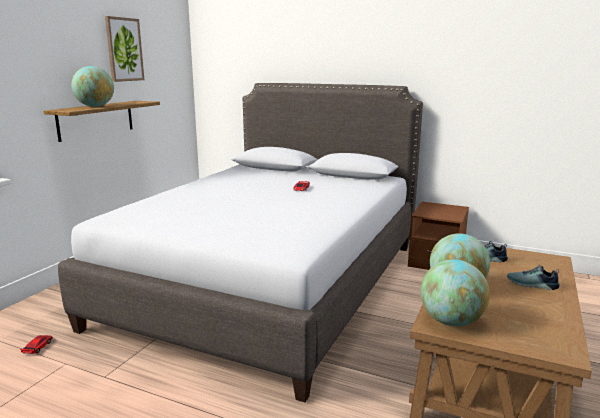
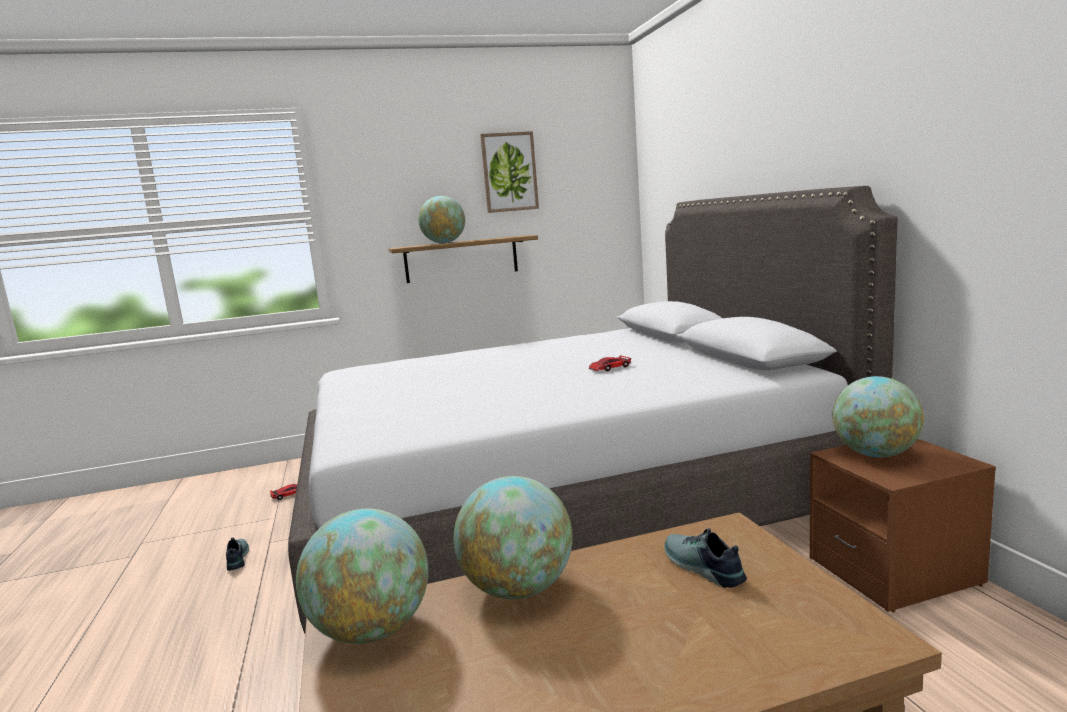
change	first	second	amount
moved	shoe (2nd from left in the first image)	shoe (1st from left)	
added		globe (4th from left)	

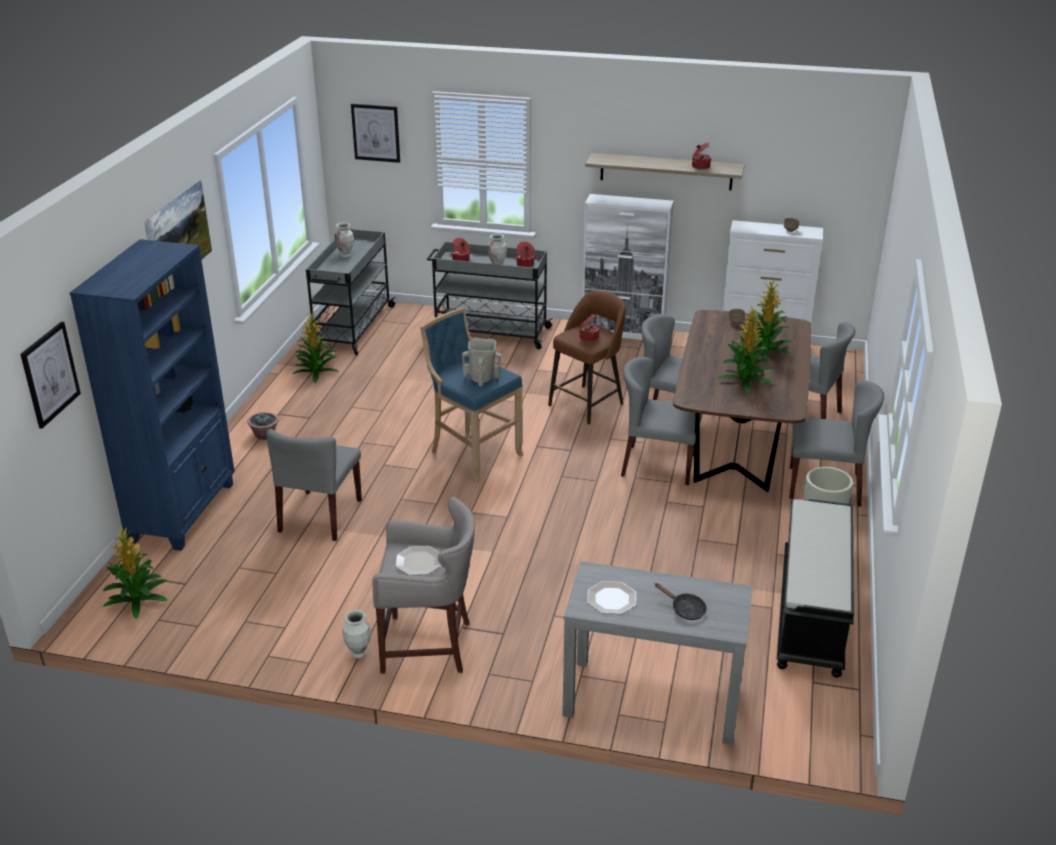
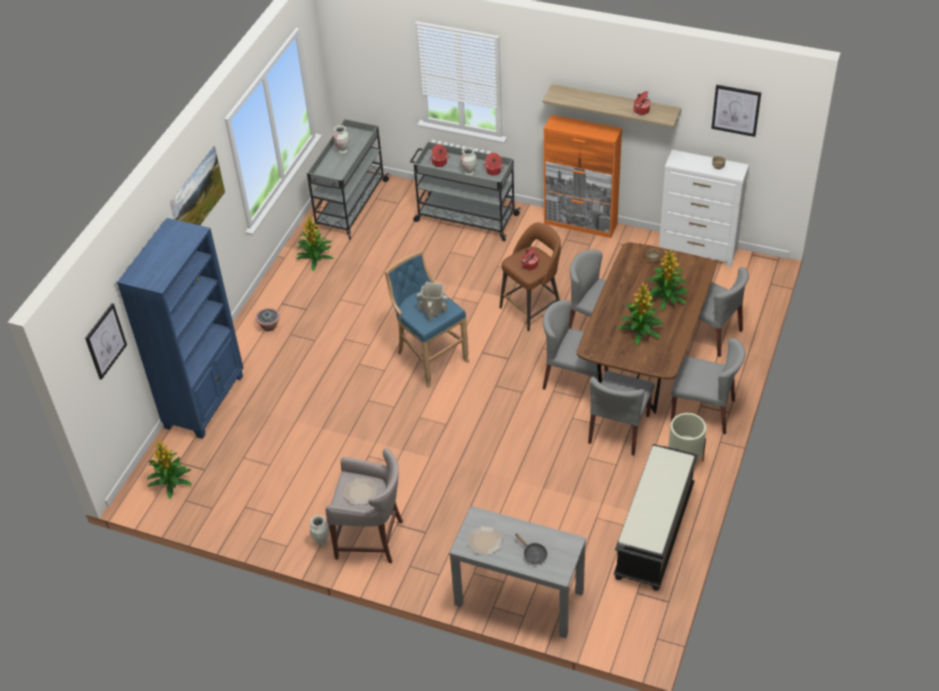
change	first	second	amount
moved	chair/grey (1st from left in the first image)	chair/grey (3rd from left)	
moved	picture (3rd from left)		
recoloured	cabinet/white	cabinet/orange	

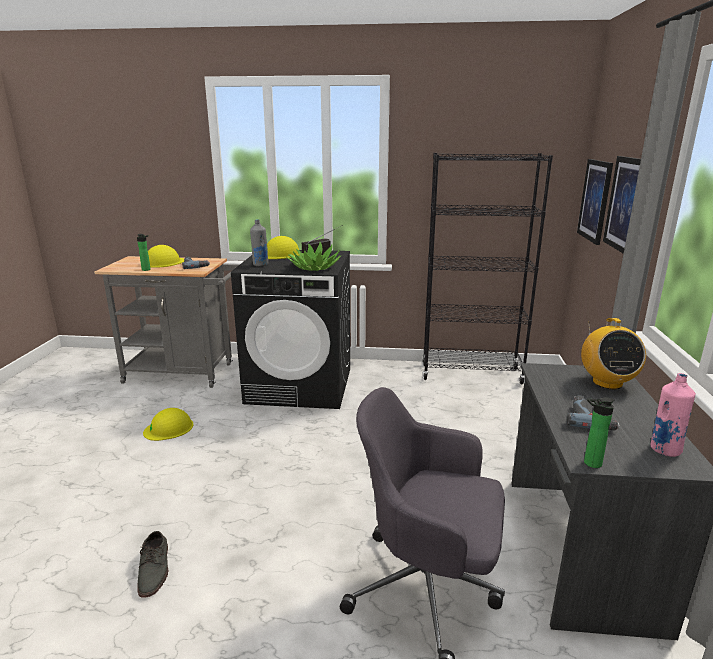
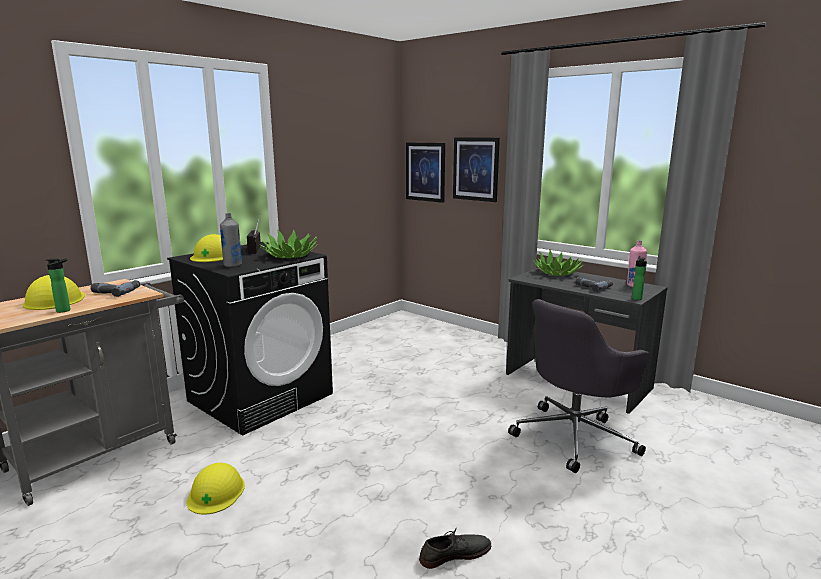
change	first	second	amount
turned	shoe/grey		45 degrees counterclockwise
removed	bookcase/black		
replaced	radio (2nd from left)	potted plant (2nd from left)	

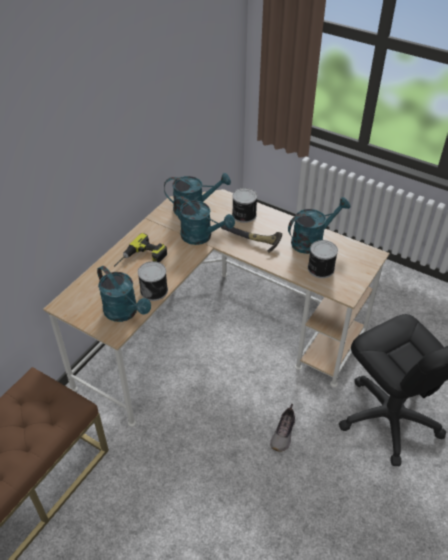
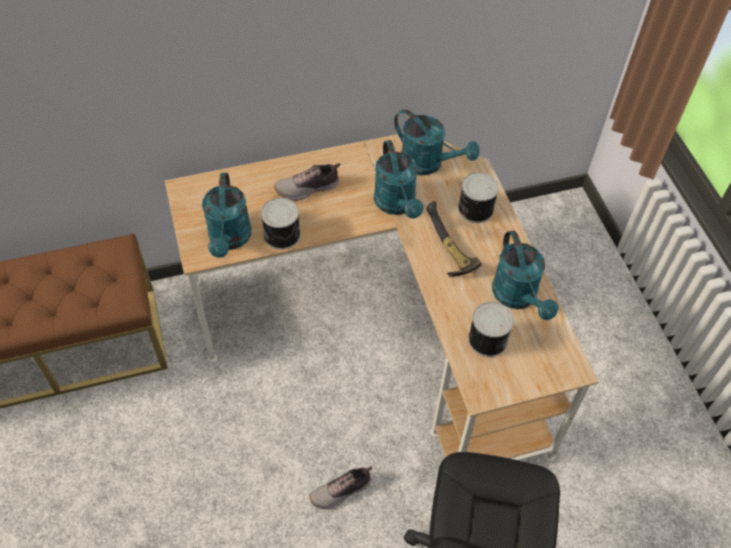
change	first	second	amount
replaced	power drill	shoe (1st from left)	
turned	watering can/turquoise (4th from left)		60 degrees clockwise

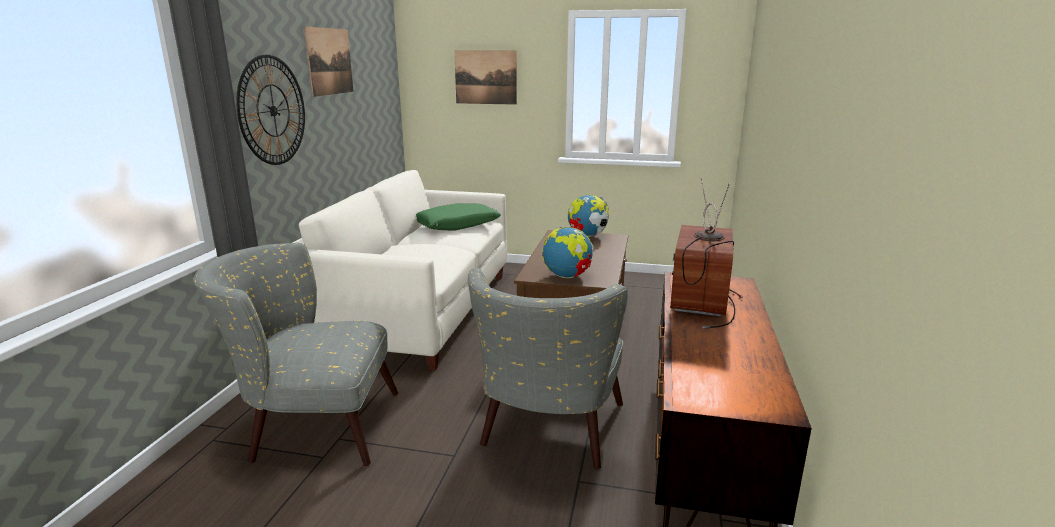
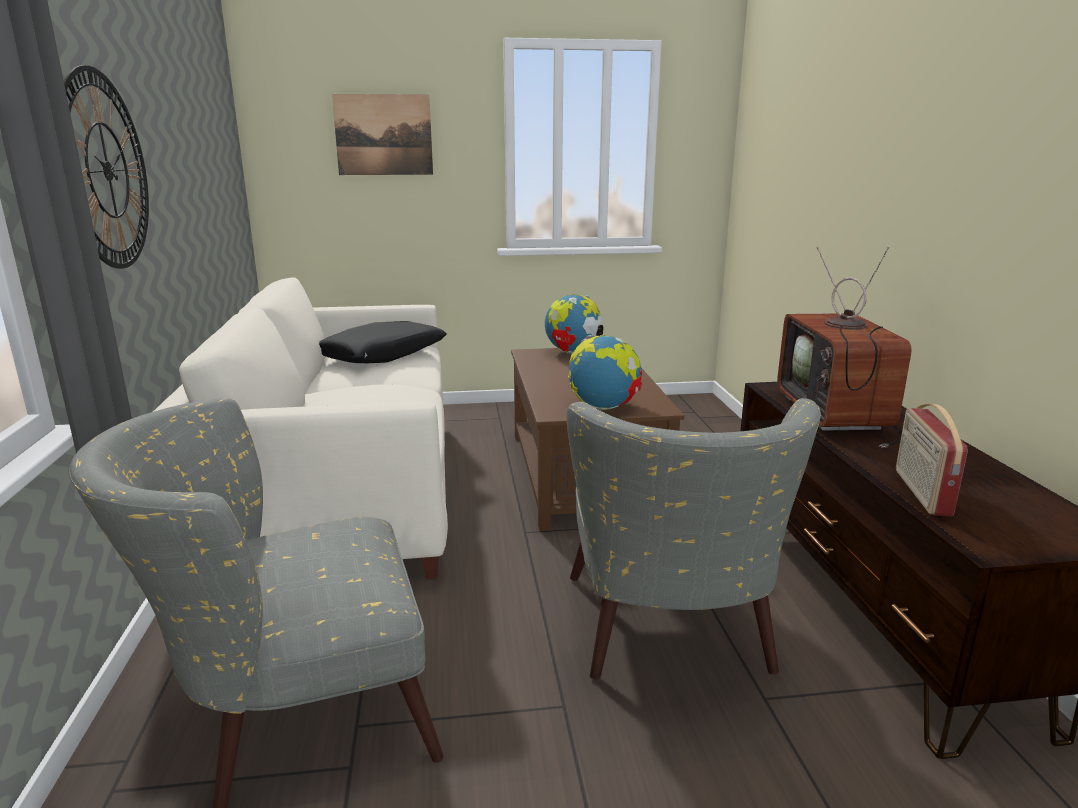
change	first	second	amount
removed	picture (1st from left)		
recoloured	pillow/green	pillow/black	
added		radio	

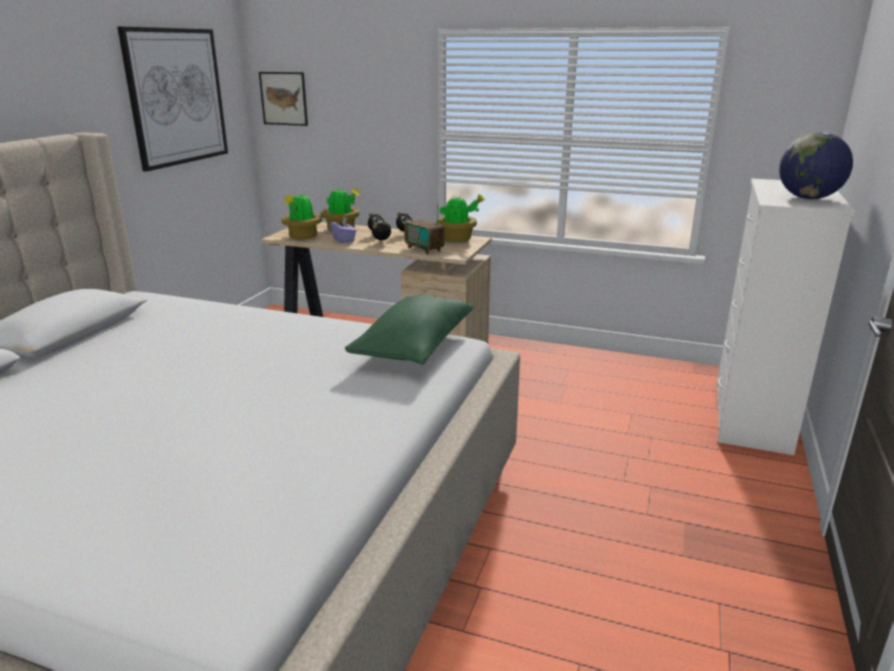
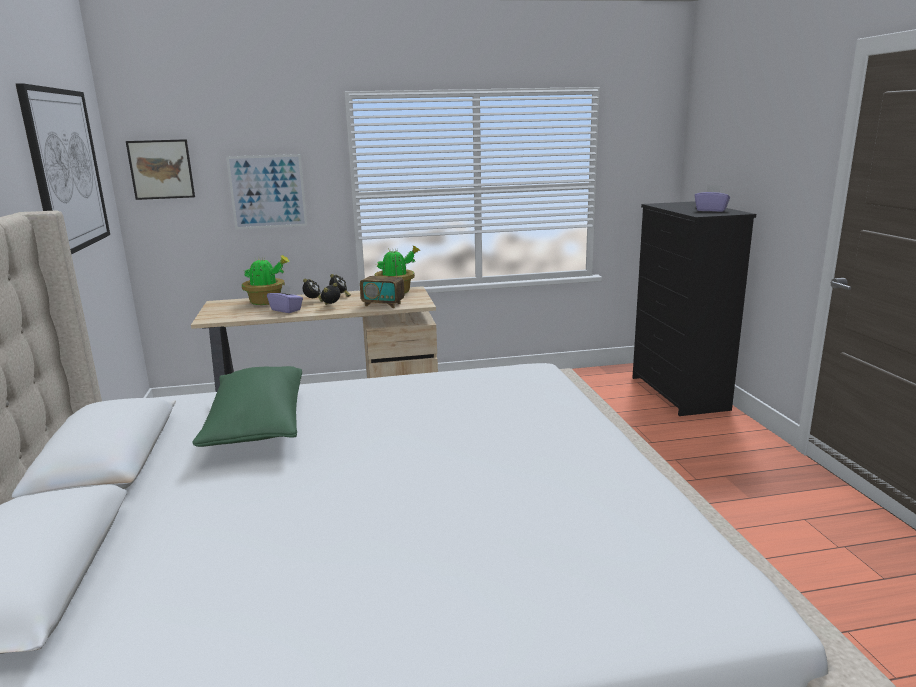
change	first	second	amount
removed	potted plant (1st from left)		
moved	pillow/green		
recoloured	dresser/white	dresser/black	
replaced	globe	tissue box/purple (2nd from left)	
added		picture (3rd from left)	

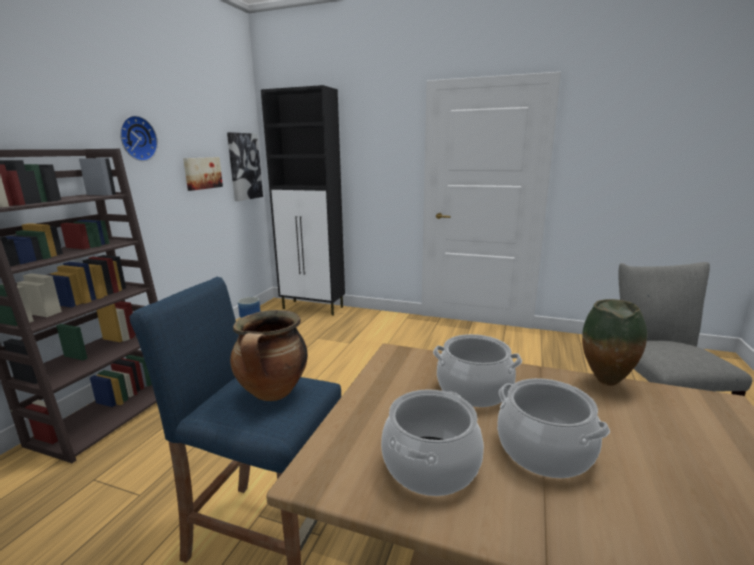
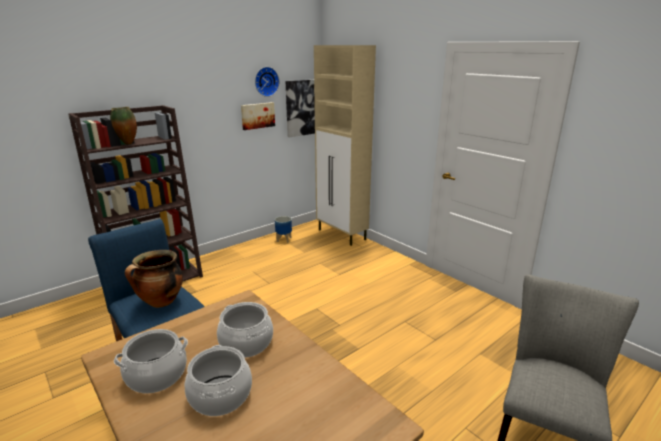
change	first	second	amount
moved	wall clock		
recoloured	cabinet/black	cabinet/beige	
moved	vase		

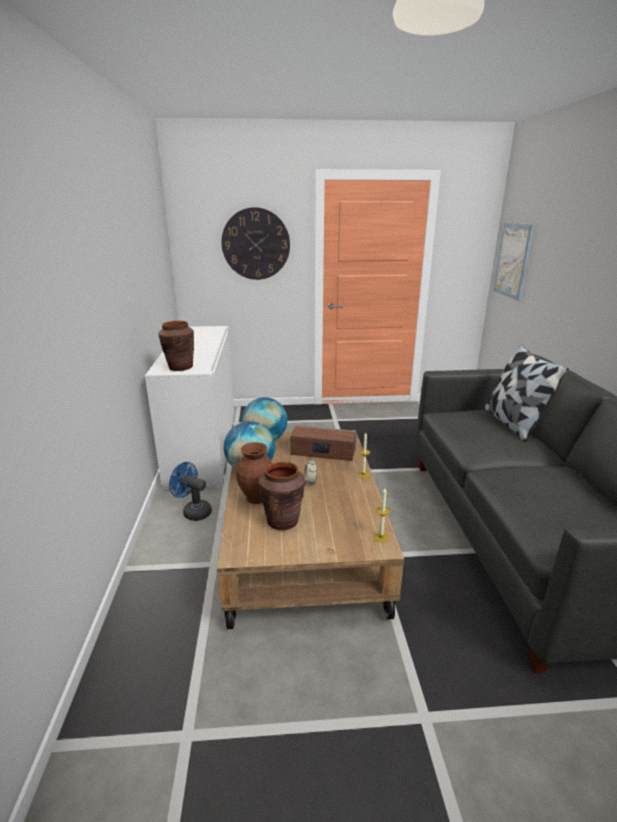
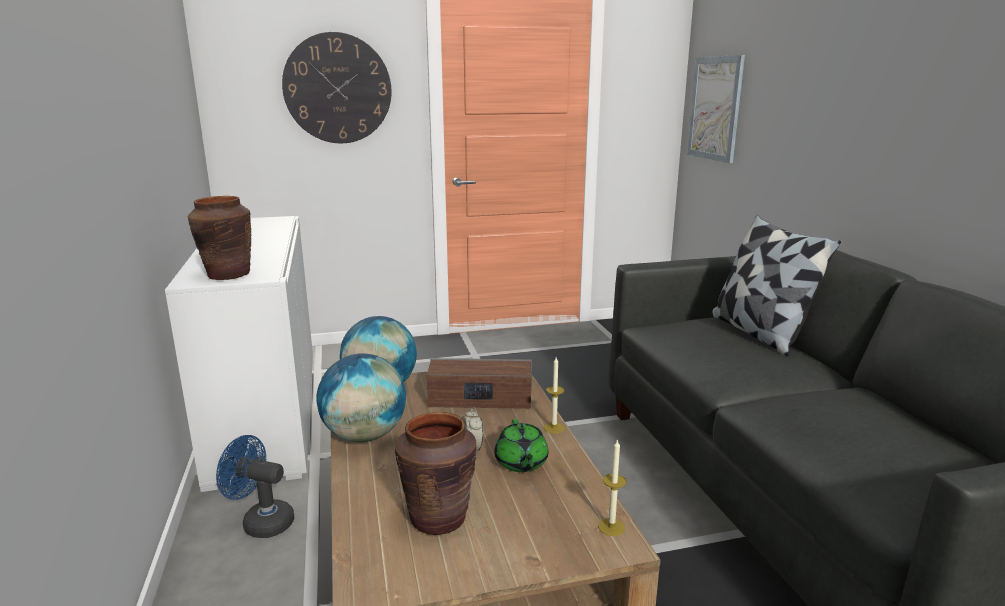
change	first	second	amount
removed	vase/brown (2nd from left)		
added		teapot/green	

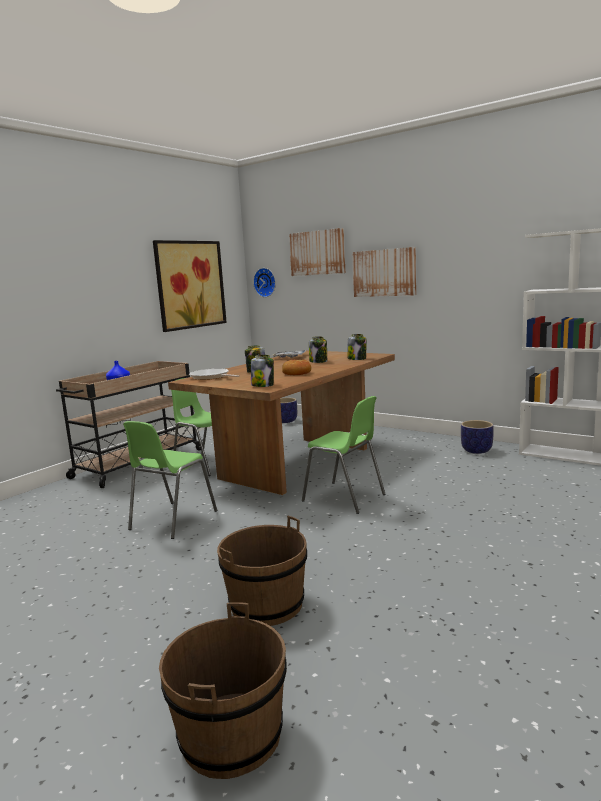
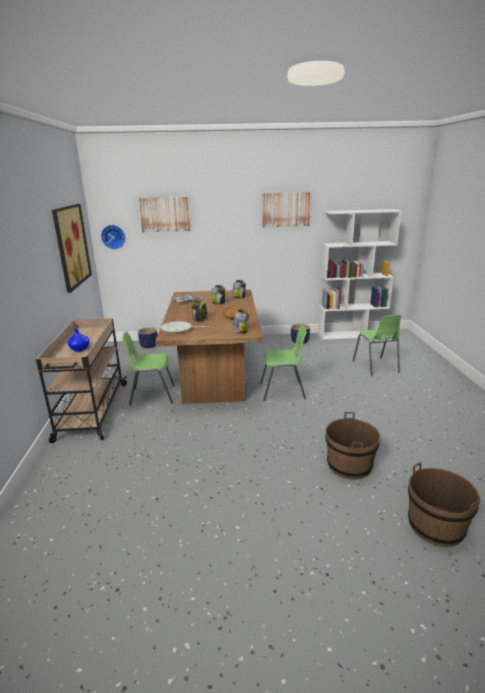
change	first	second	amount
moved	chair/green (1st from left in the first image)	chair/green (3rd from left)	
moved	picture (3rd from left)		

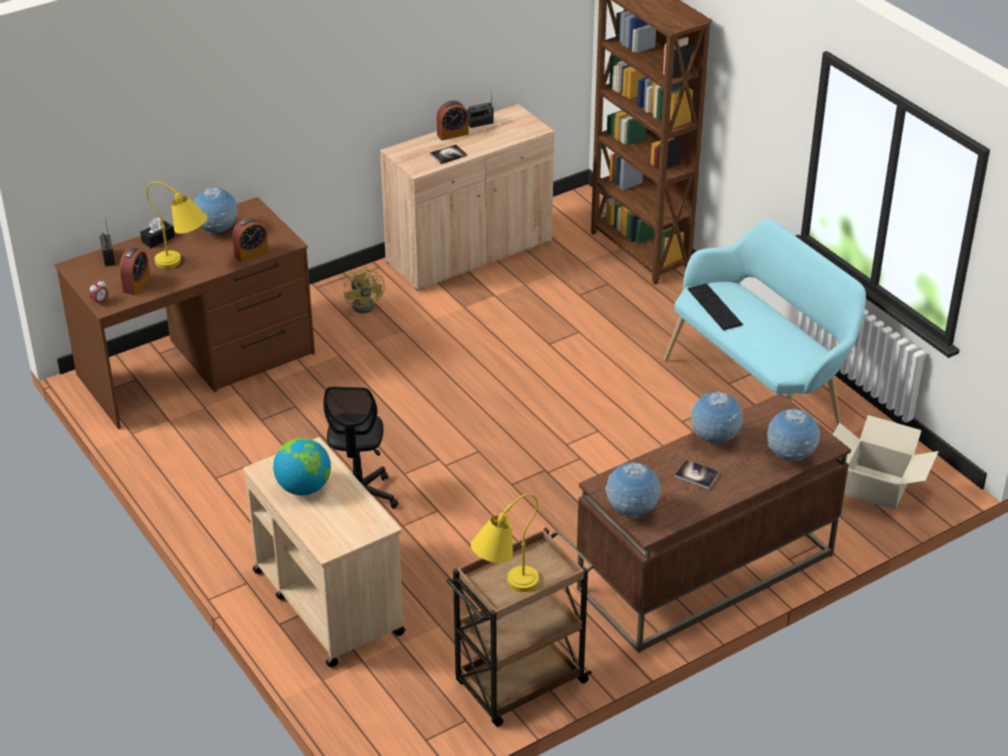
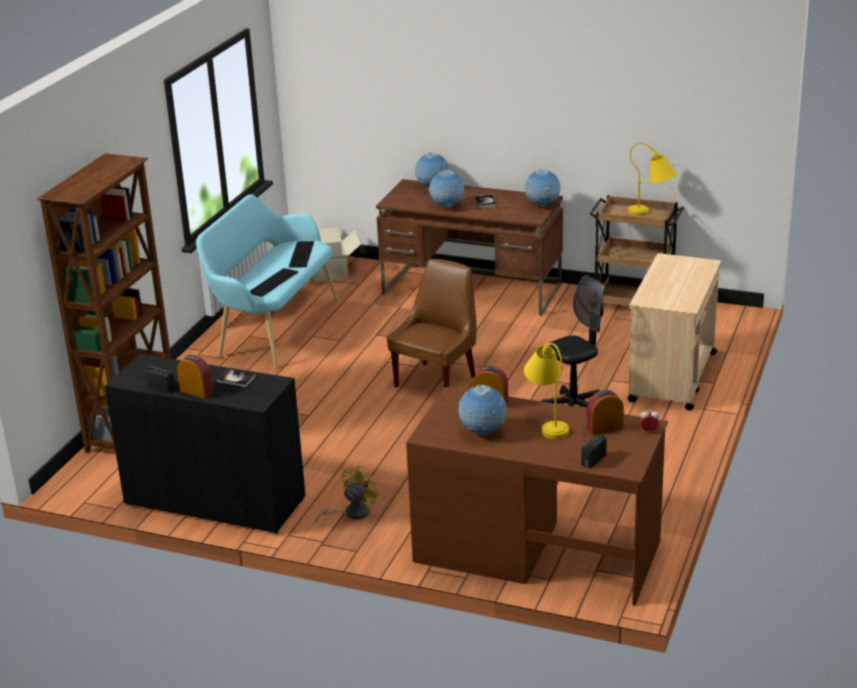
change	first	second	amount
removed	tissue box/black		
removed	globe (2nd from left)		
recoloured	cabinet/beige	cabinet/black	
added		keyboard (2nd from left)	
added		chair/brown	

